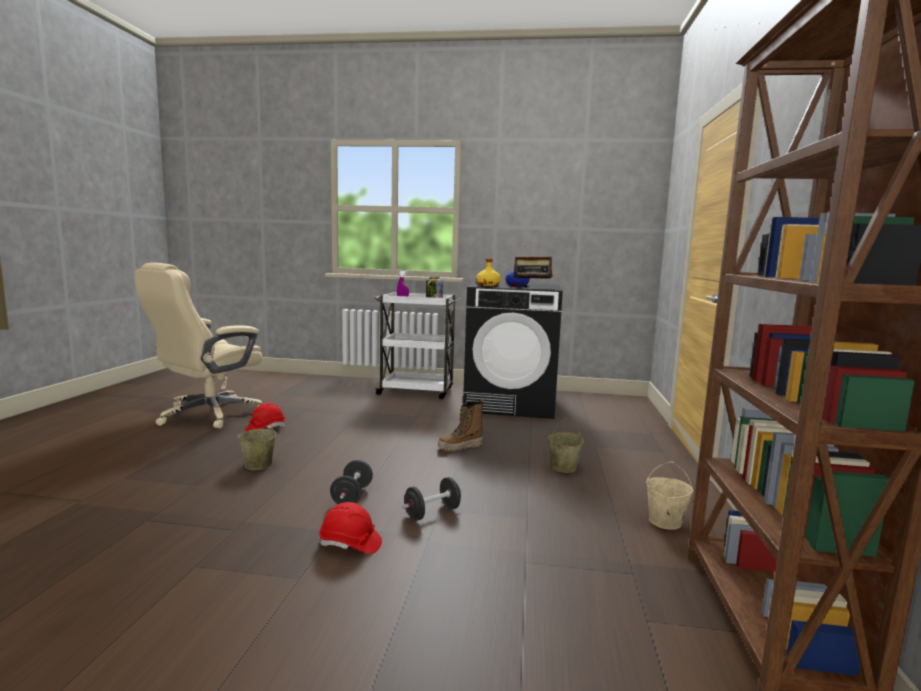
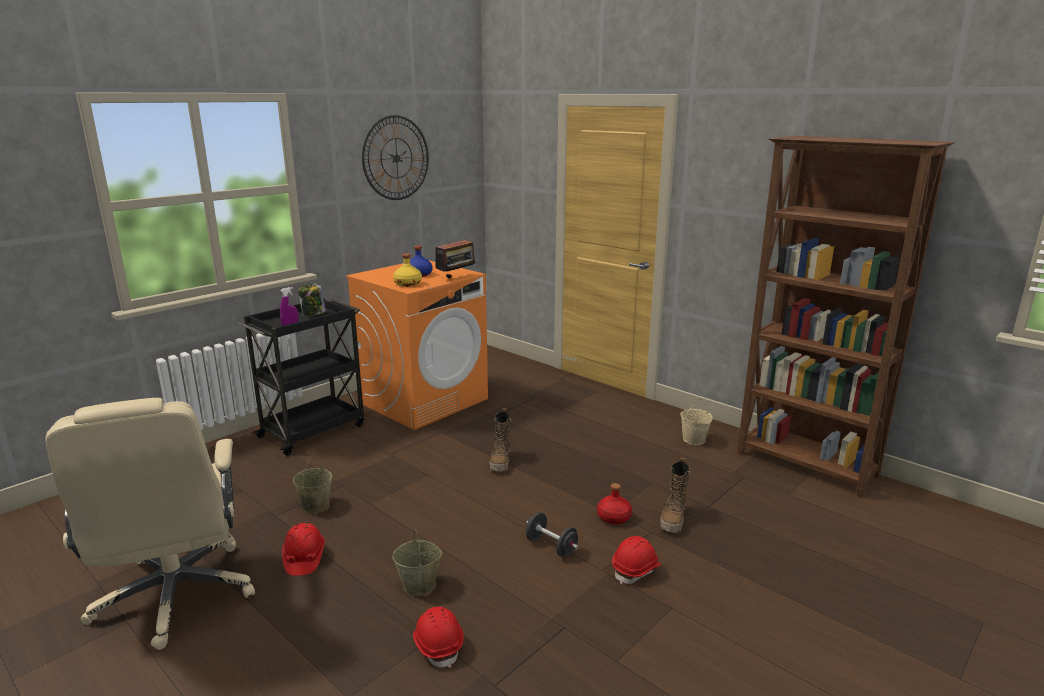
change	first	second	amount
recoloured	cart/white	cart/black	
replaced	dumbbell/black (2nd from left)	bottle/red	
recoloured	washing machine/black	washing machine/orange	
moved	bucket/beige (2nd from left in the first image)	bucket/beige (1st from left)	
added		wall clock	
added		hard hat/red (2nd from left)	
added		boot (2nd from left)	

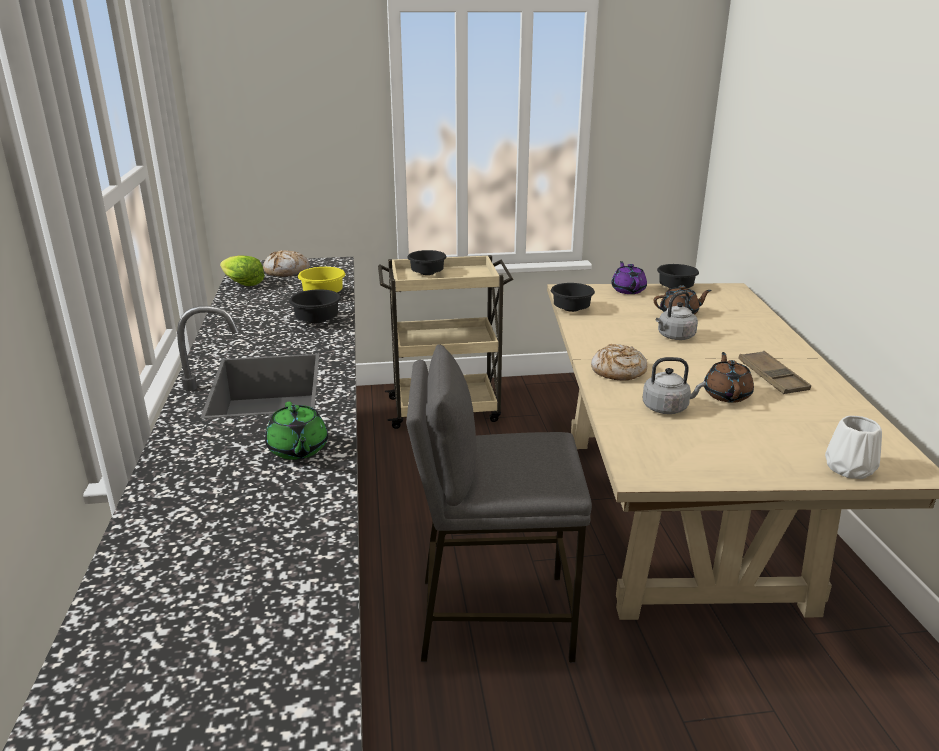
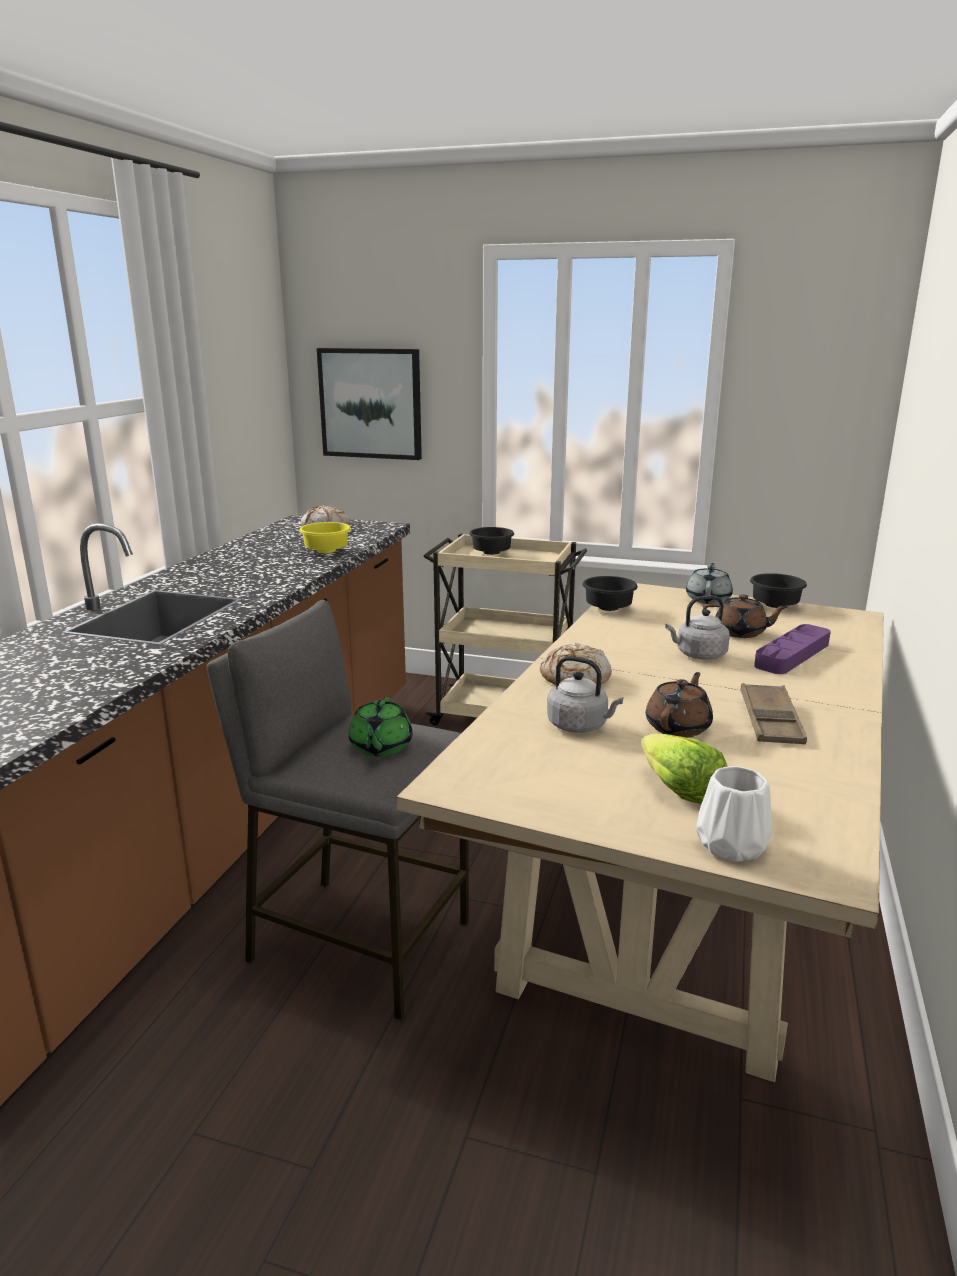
change	first	second	amount
moved	lettuce		
moved	teapot/green		
removed	bowl/black (1st from left)		
recoloured	teapot/purple	teapot/grey	
added		picture	
added		tray/purple	

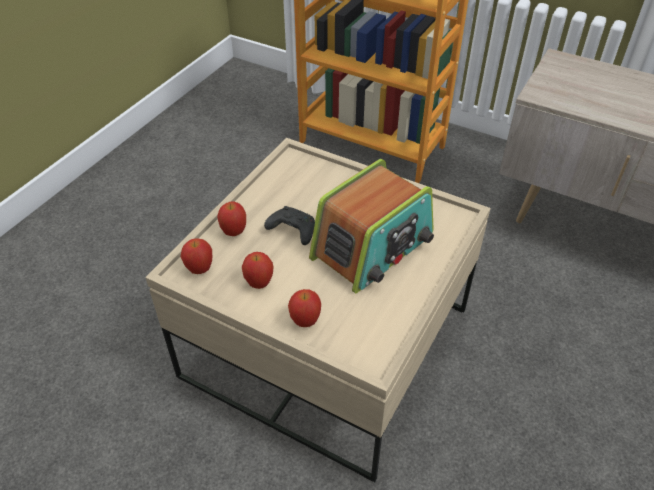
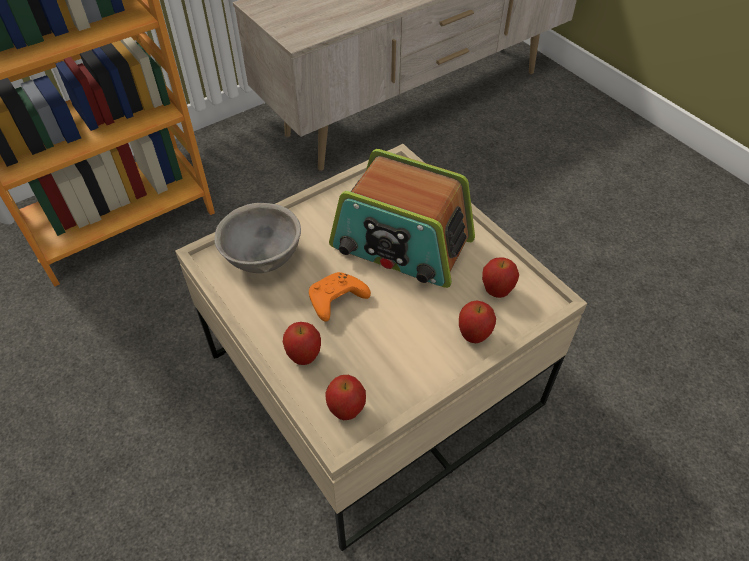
change	first	second	amount
moved	apple (3rd from left in the first image)	apple (4th from left)	
recoloured	game controller/black	game controller/orange	
turned	radio		135 degrees clockwise
added		bowl/grey	

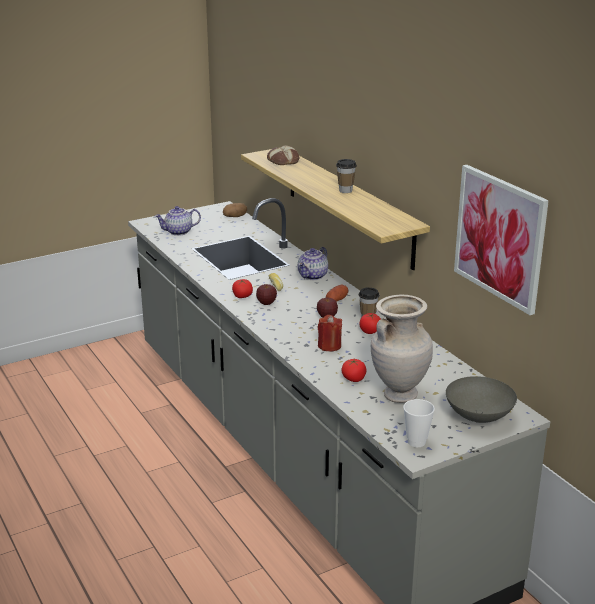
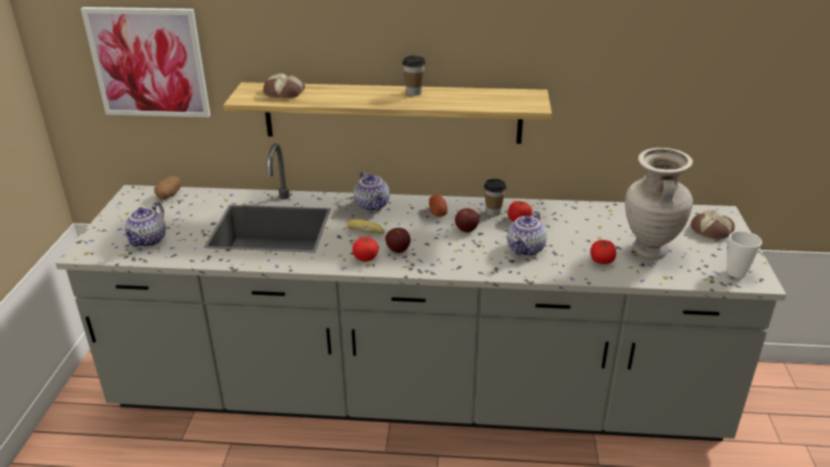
change	first	second	amount
replaced	candle/red	teapot (3rd from left)	
replaced	bowl/grey	bread (3rd from left)	
moved	picture		

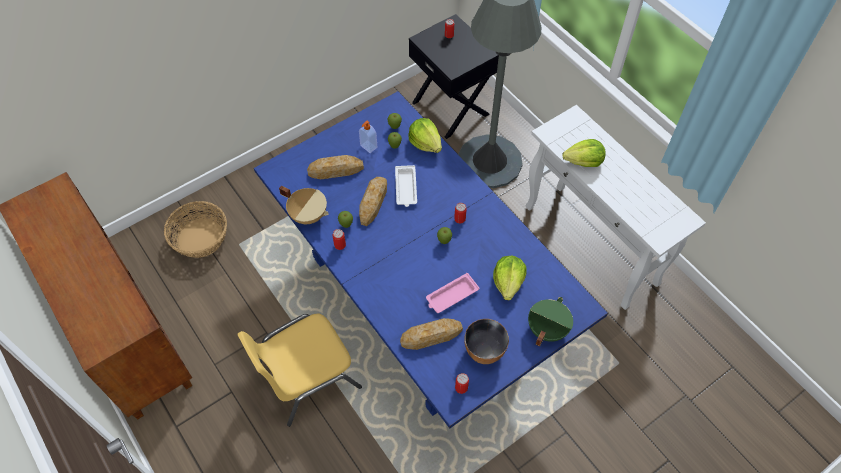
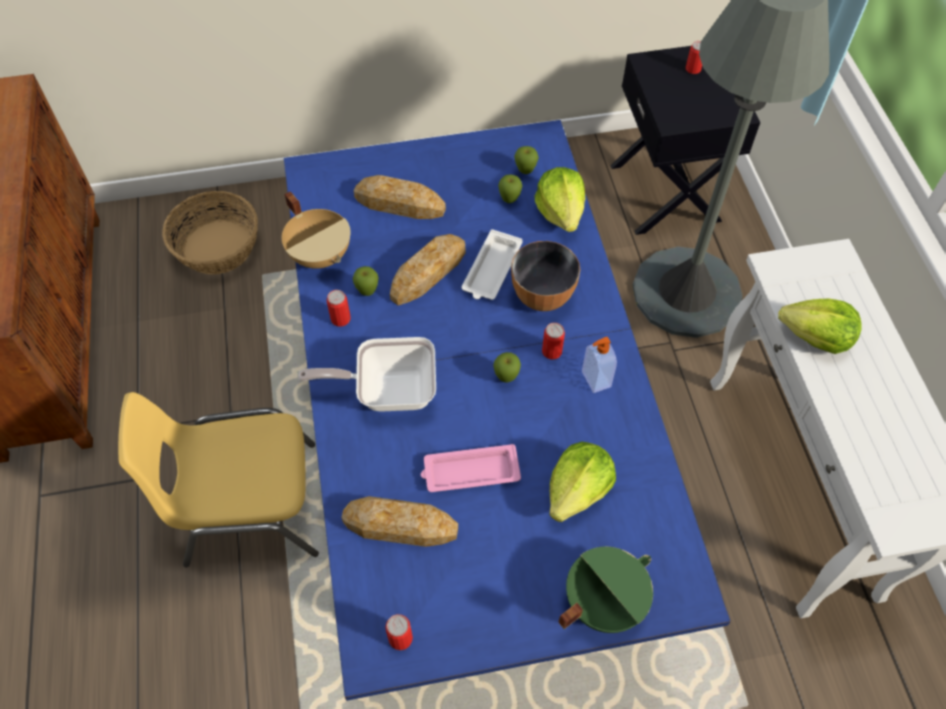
change	first	second	amount
moved	soap dispenser		
moved	bowl		
added		frying pan	

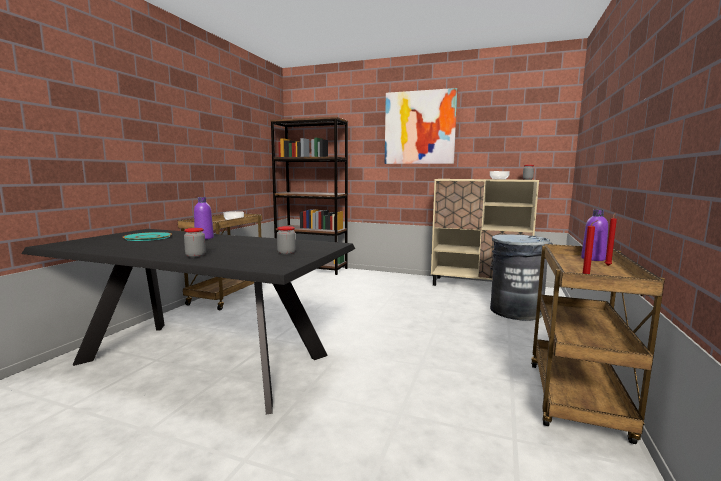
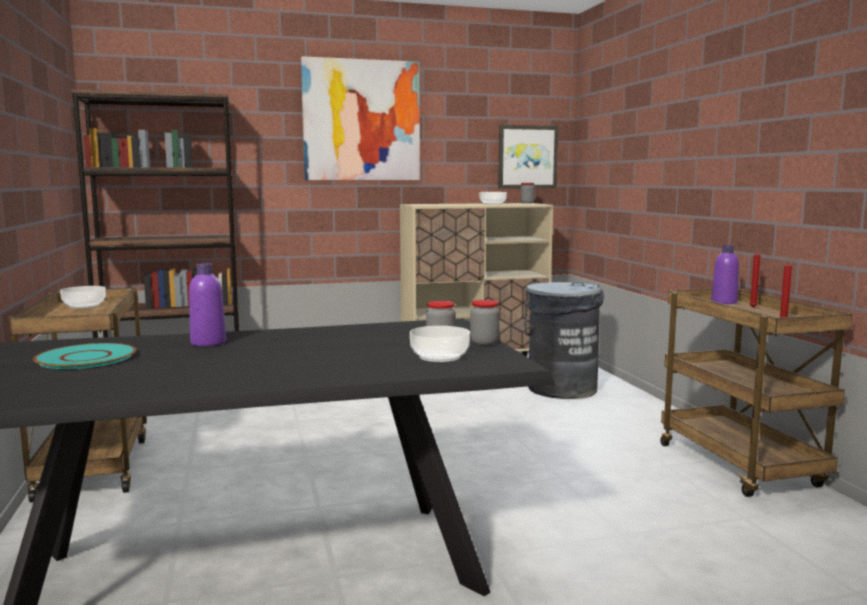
change	first	second	amount
moved	jar (1st from left in the first image)	jar (2nd from left)	
added		bowl (2nd from left)	
added		picture (2nd from left)	

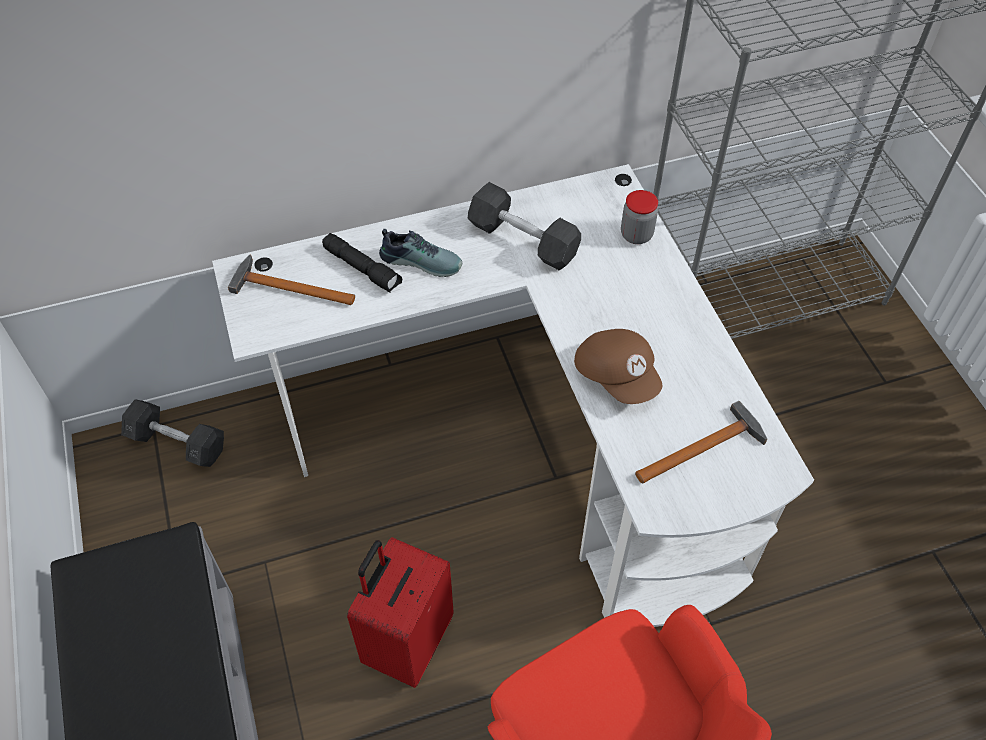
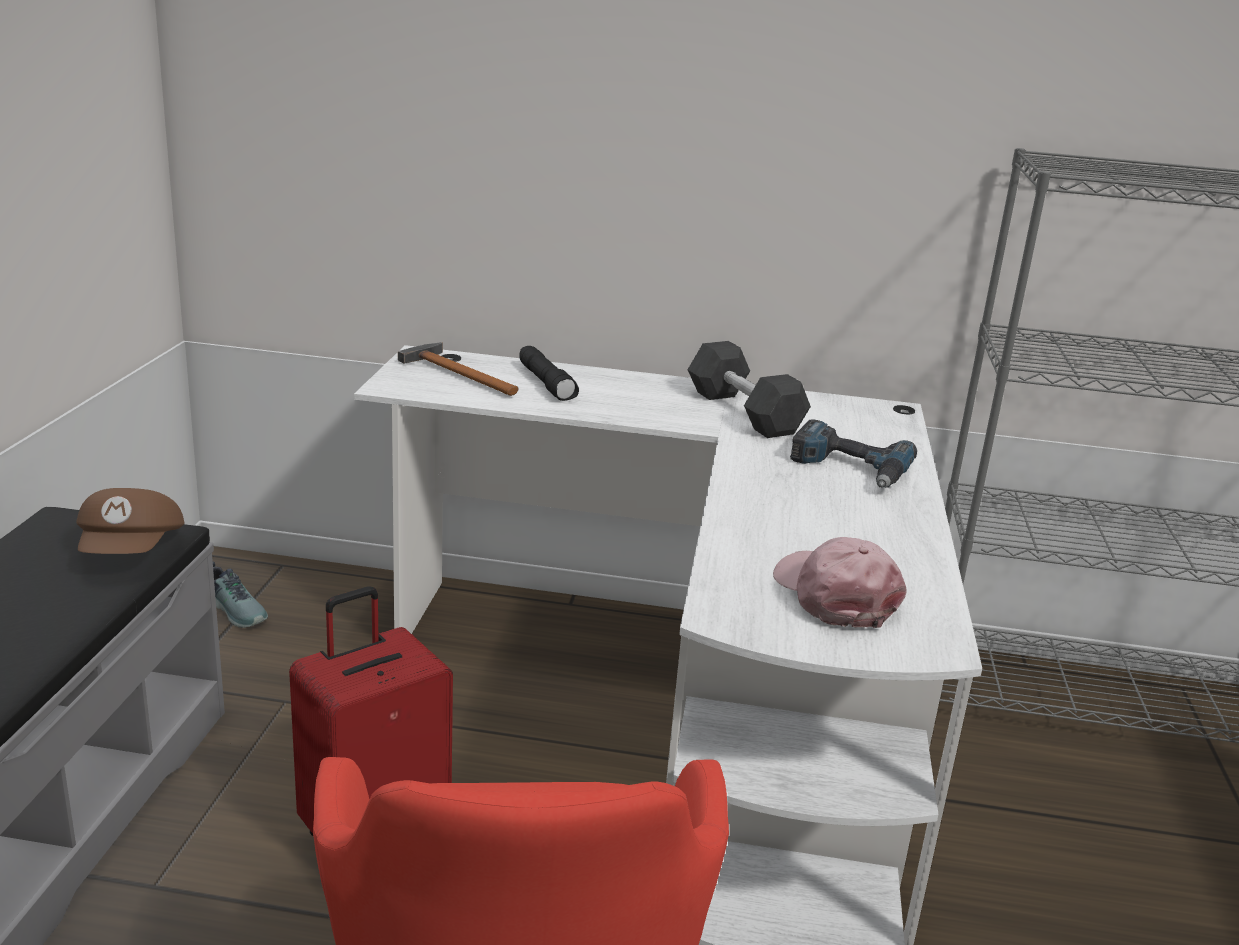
change	first	second	amount
removed	dumbbell/grey (1st from left)		
moved	shoe		
moved	cap/brown		
removed	jar		
replaced	hammer (2nd from left)	cap/pink	
added		power drill	

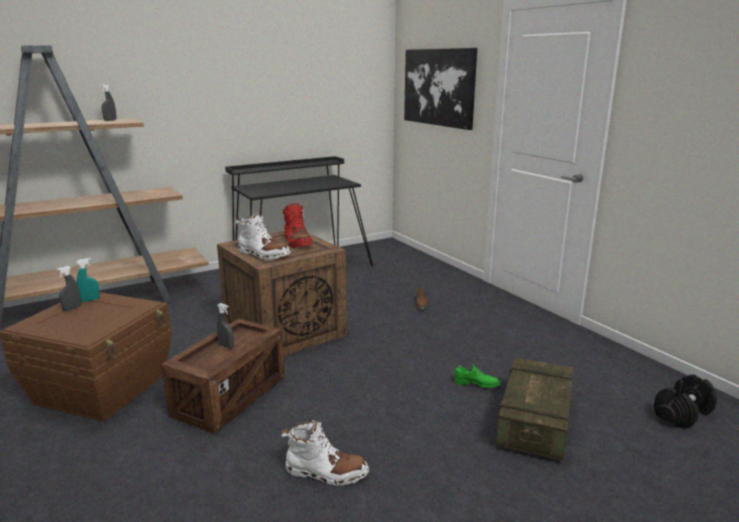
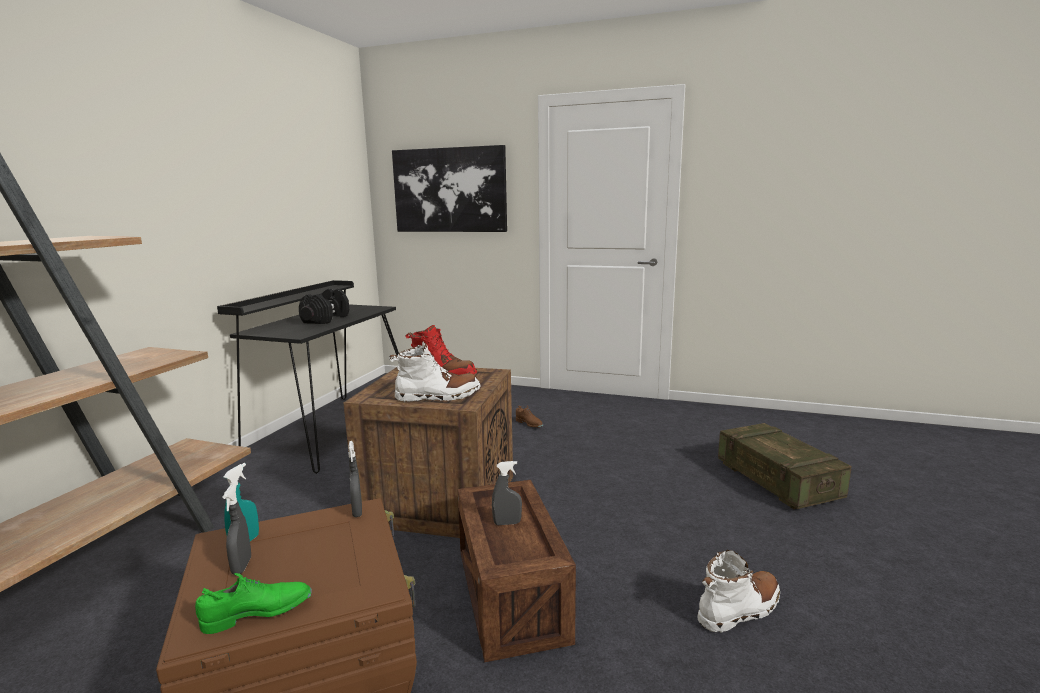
change	first	second	amount
moved	spray bottle/grey (2nd from left)		
moved	shoe/green		
moved	dumbbell/black		

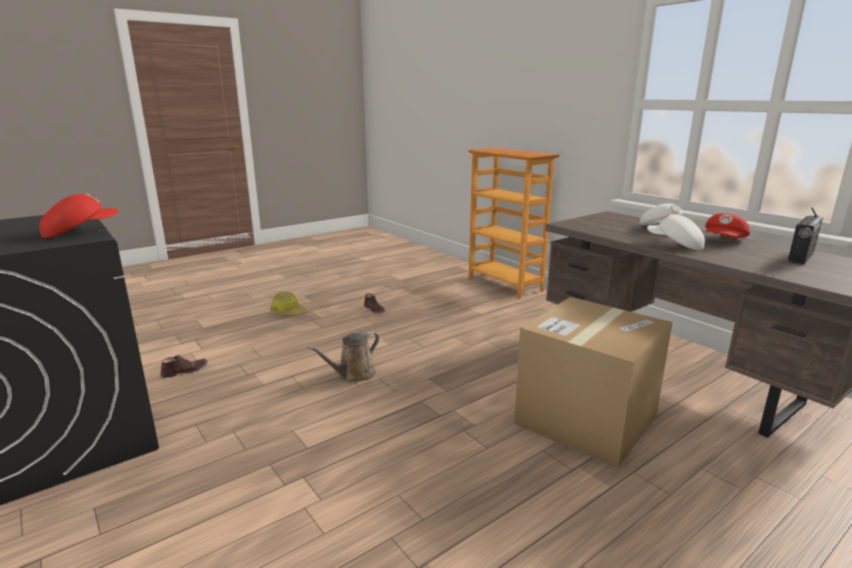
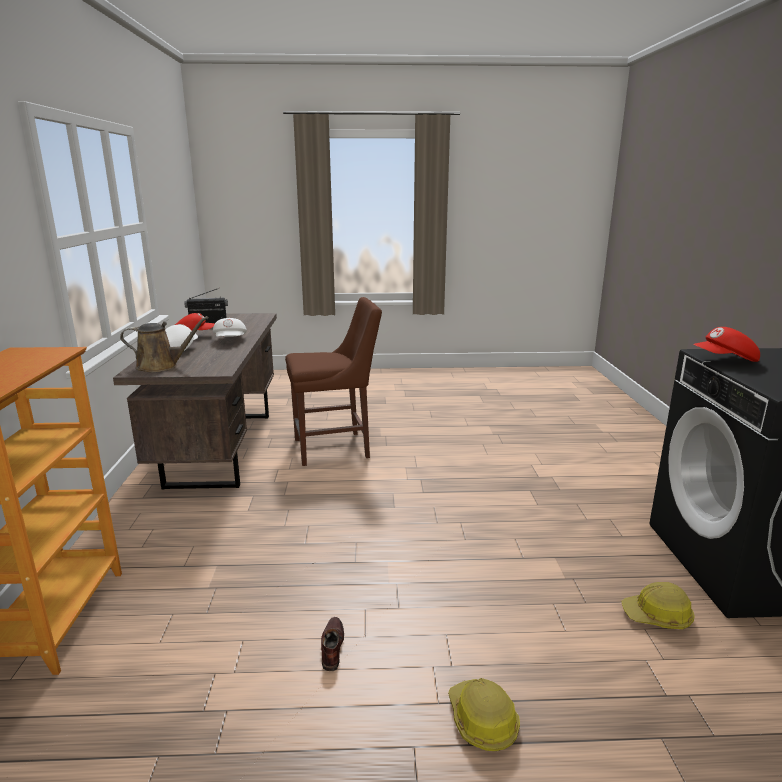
change	first	second	amount
replaced	shoe/brown (1st from left)	hard hat (2nd from left)	
moved	watering can/brown		
replaced	cardboard box	chair/brown	

